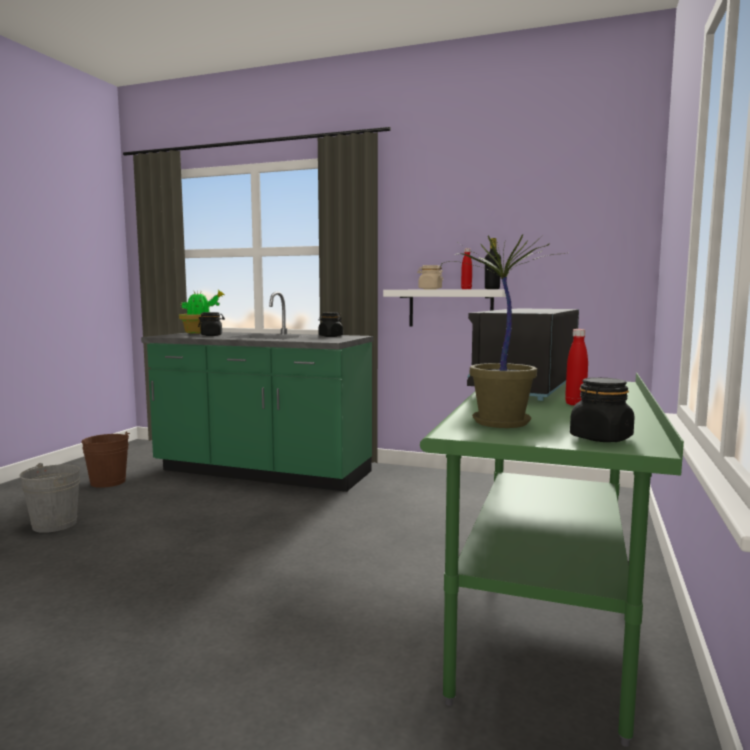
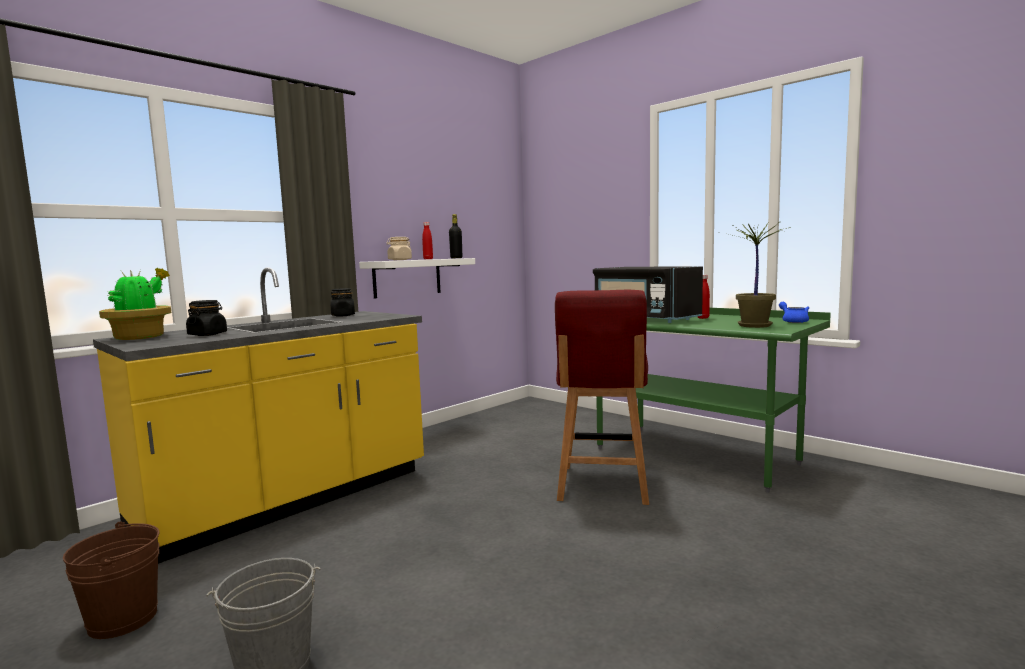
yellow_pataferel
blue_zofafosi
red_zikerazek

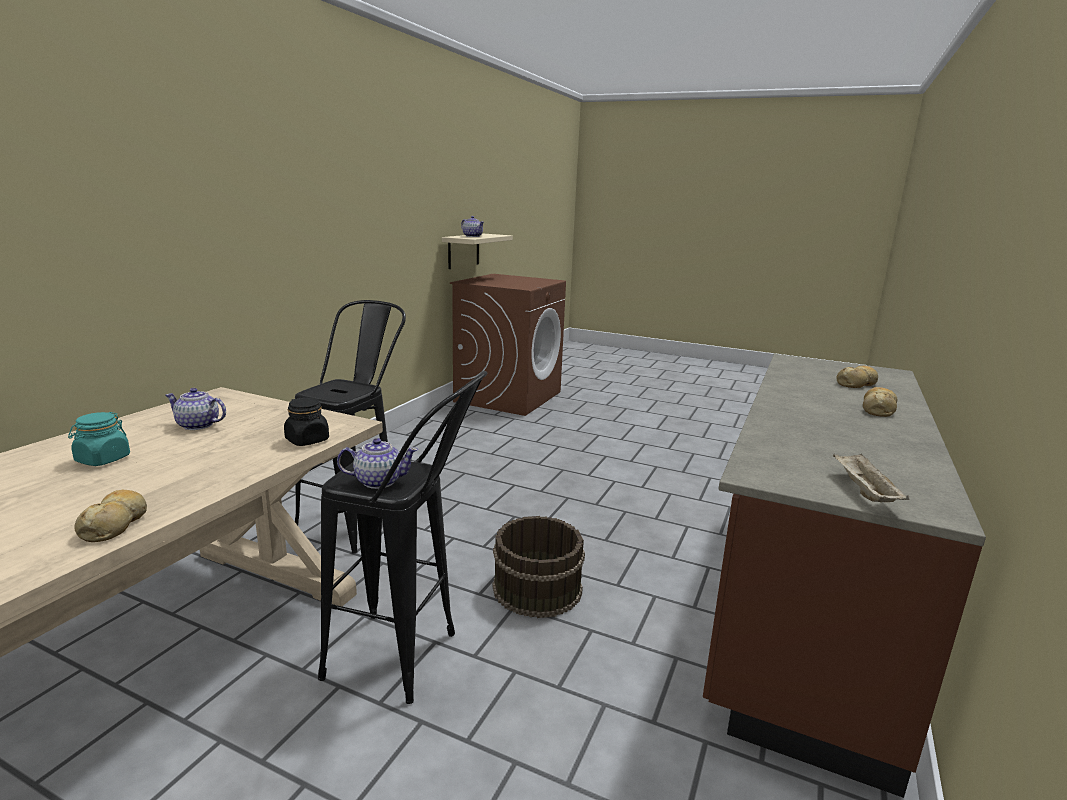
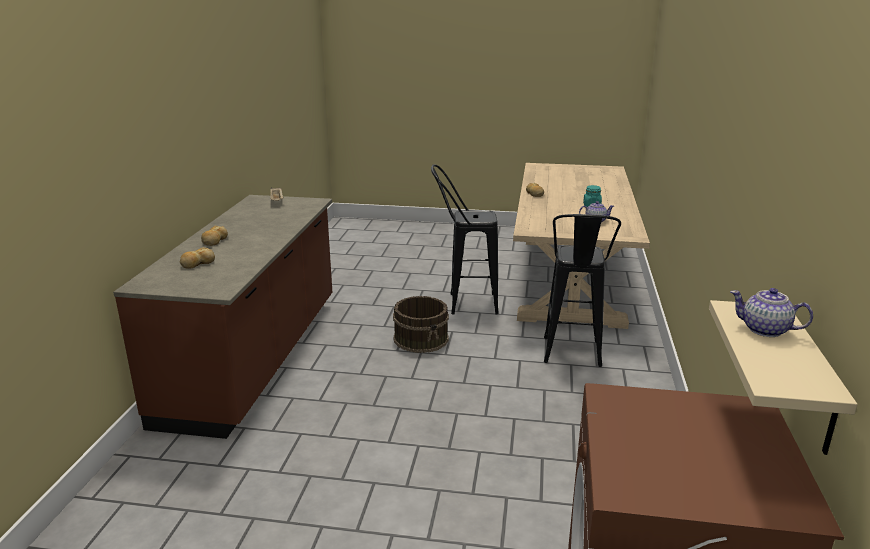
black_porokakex
zofafosi (no. 2 from left in the first image)

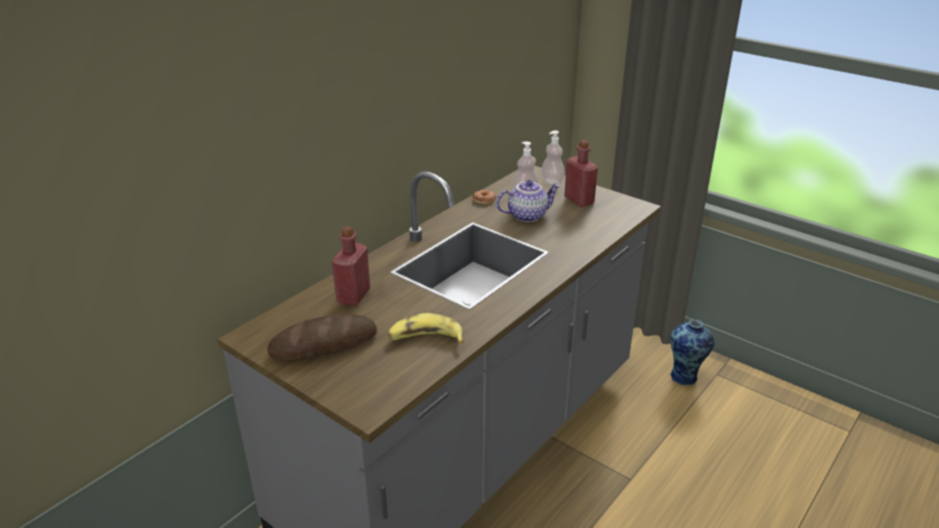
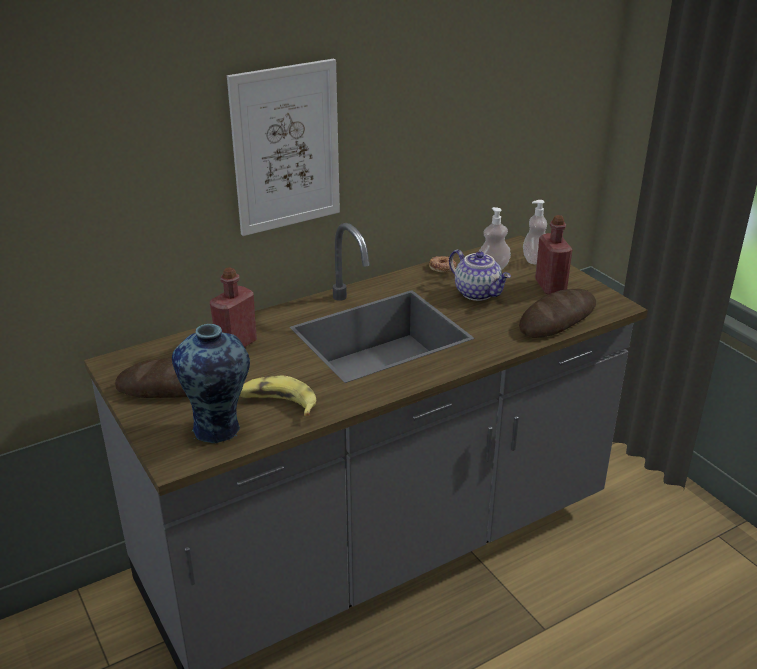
zofafosi
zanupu
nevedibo
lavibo (no. 2 from left)

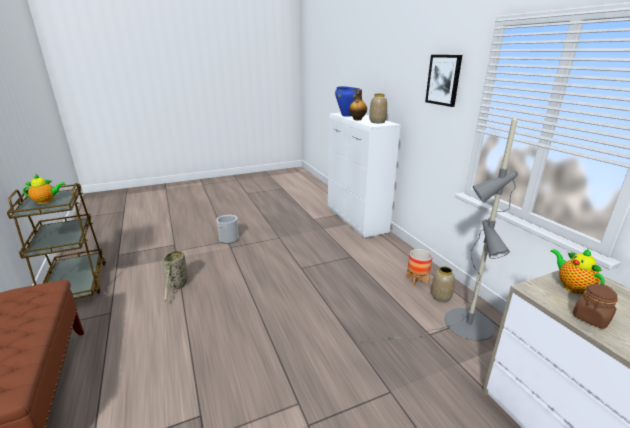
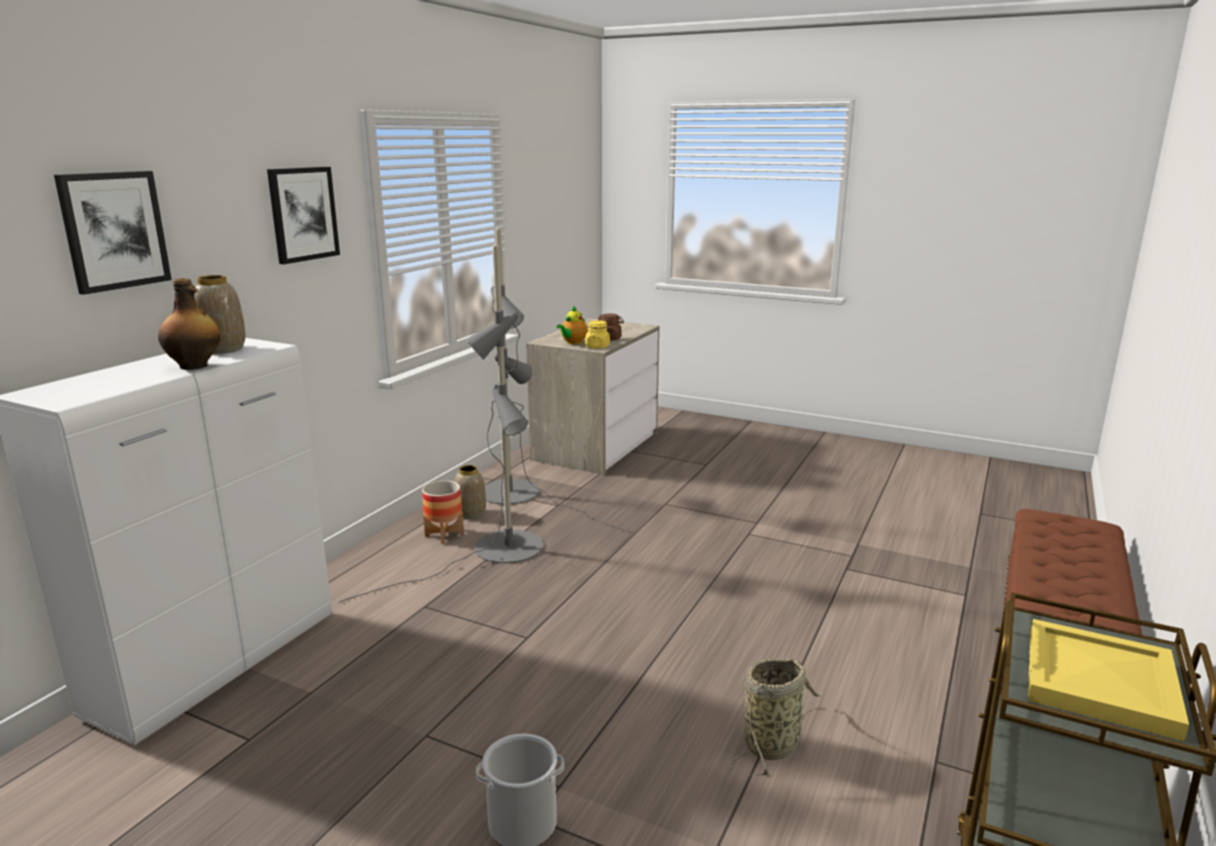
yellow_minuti
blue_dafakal
nevedibo (no. 1 from left)
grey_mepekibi (no. 1 from left)
yellow_porokakex

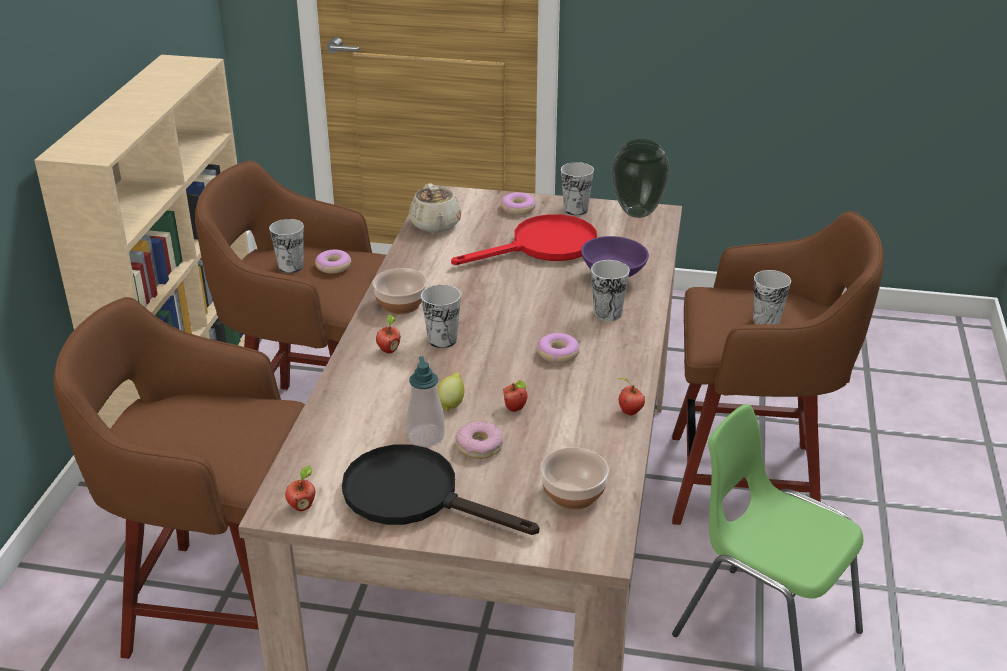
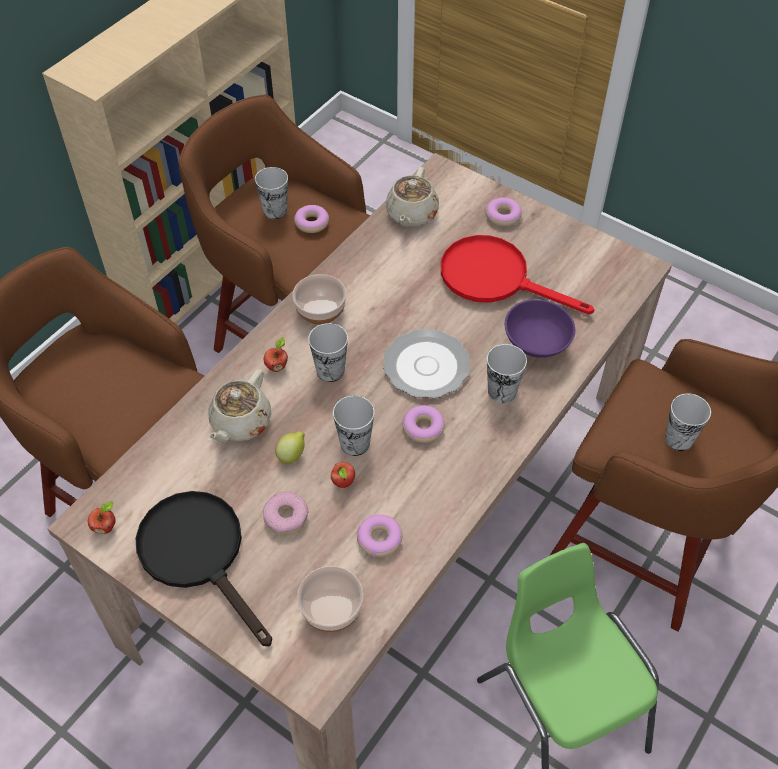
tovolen
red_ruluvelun
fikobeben (no. 3 from left)
zanupu
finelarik (no. 4 from left in the first image)
beige_zofafosi (no. 1 from left)
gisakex (no. 3 from left)
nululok

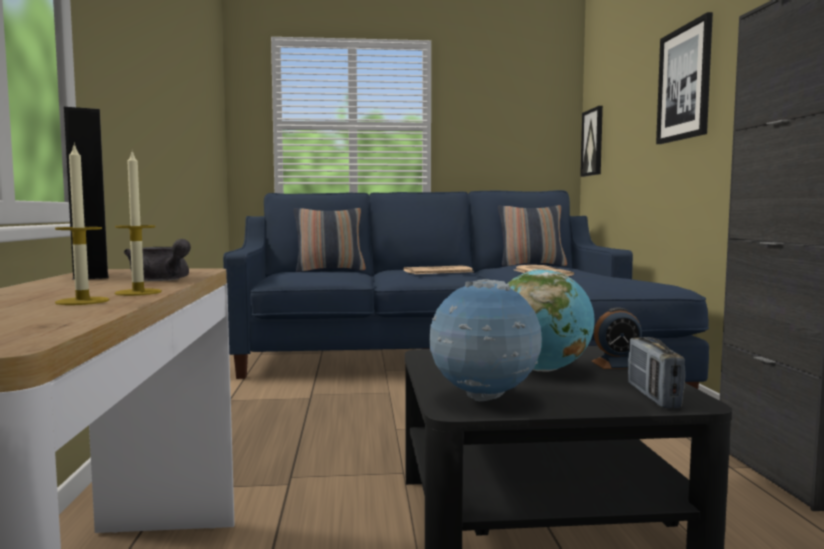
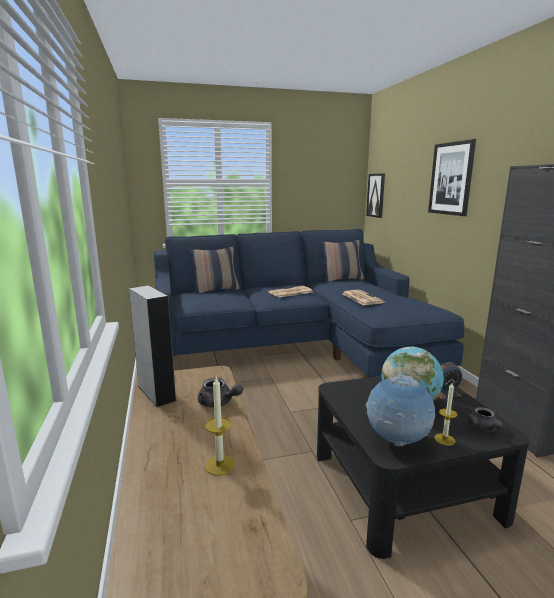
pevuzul (no. 2 from left)
grey_zofafosi (no. 2 from left)

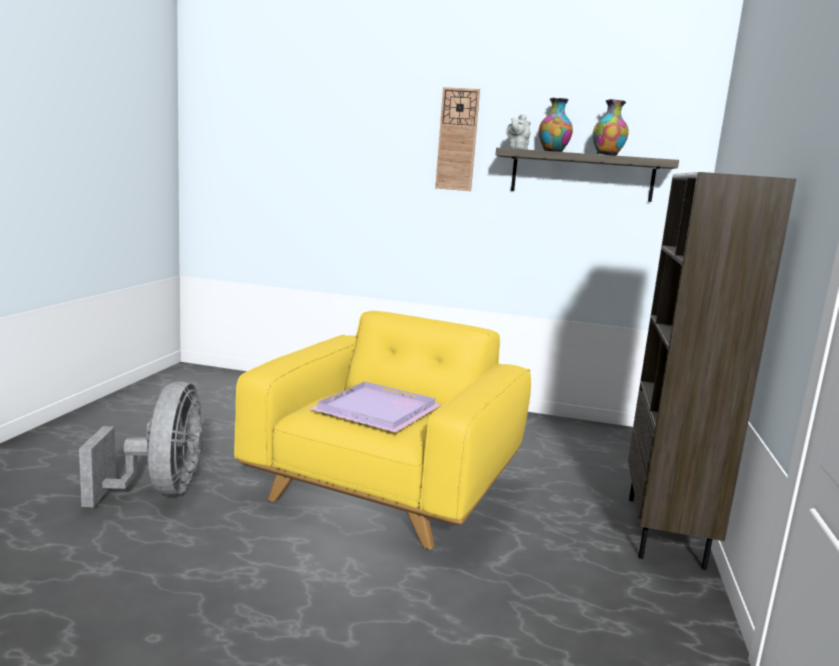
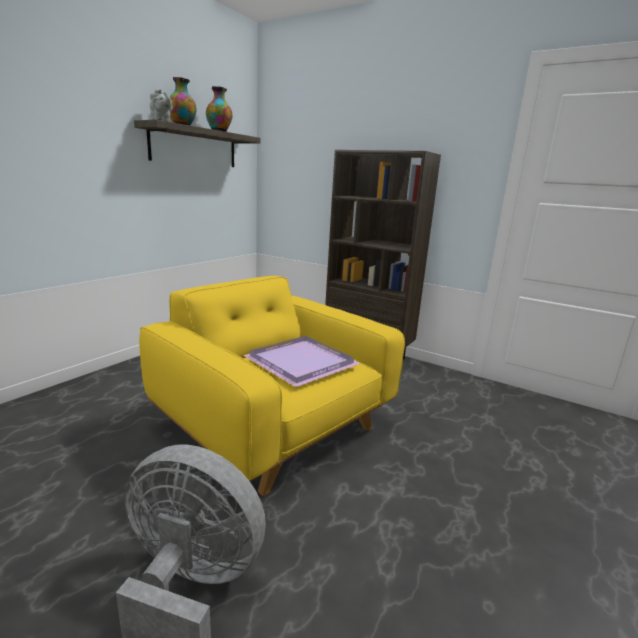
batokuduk

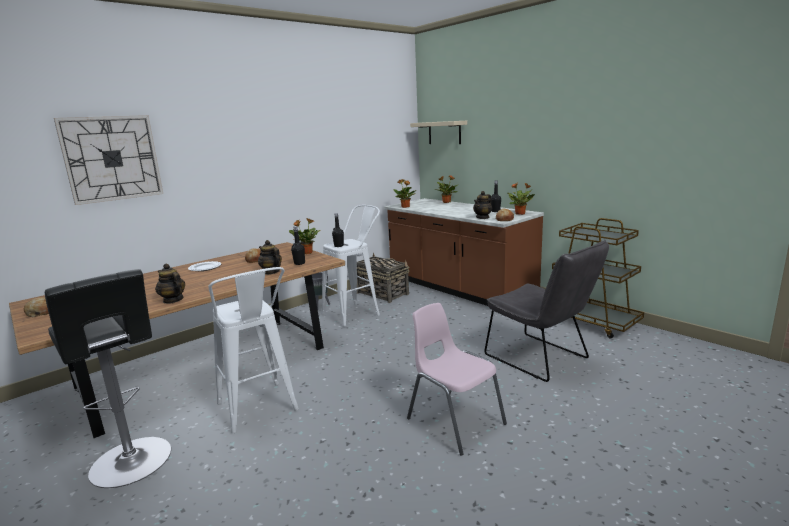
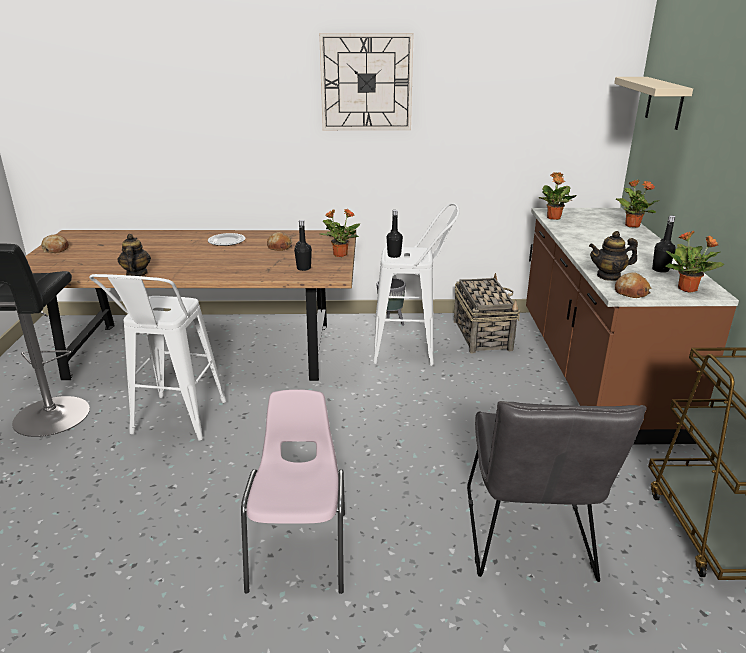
batokuduk
zofafosi (no. 2 from left in the first image)

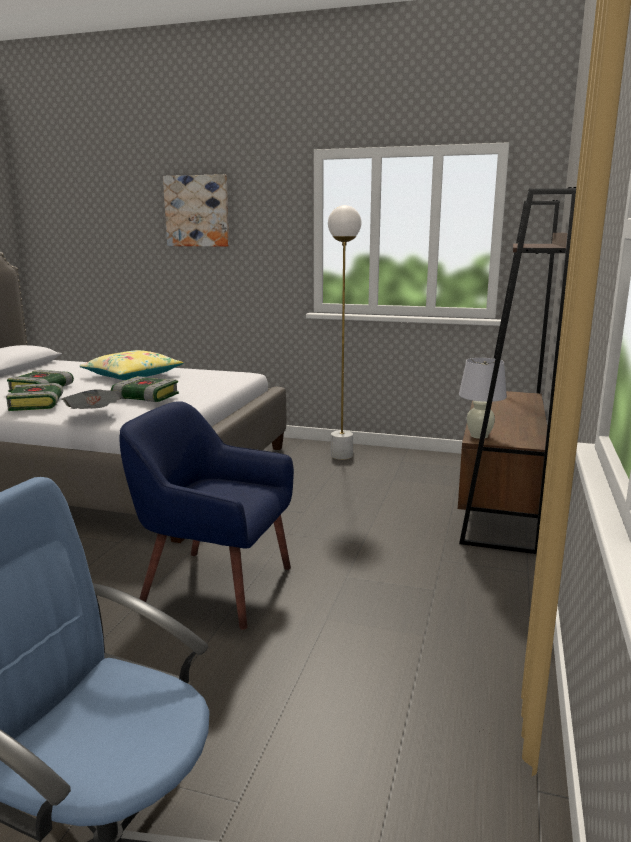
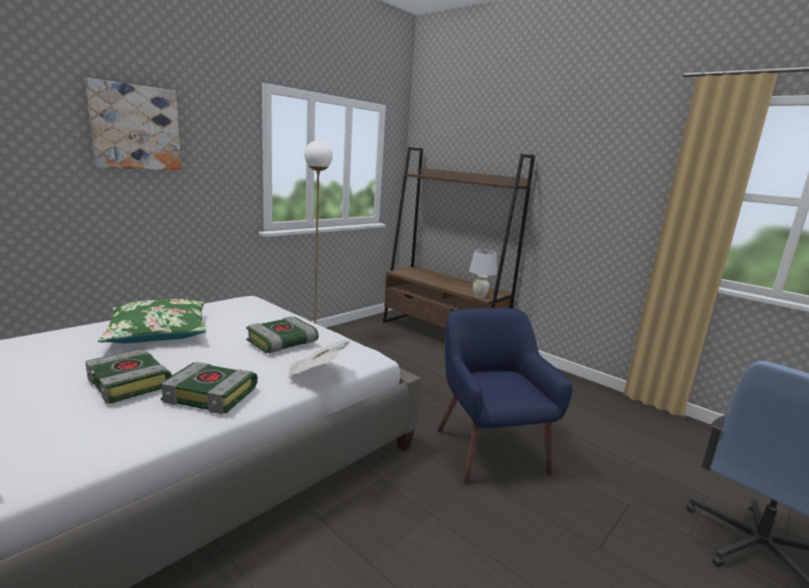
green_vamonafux
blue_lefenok

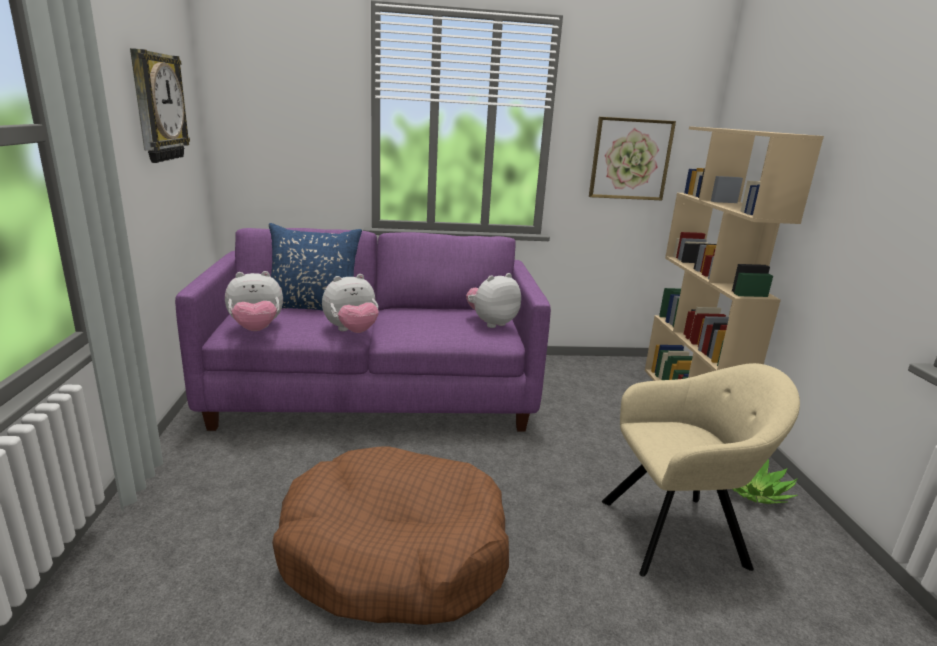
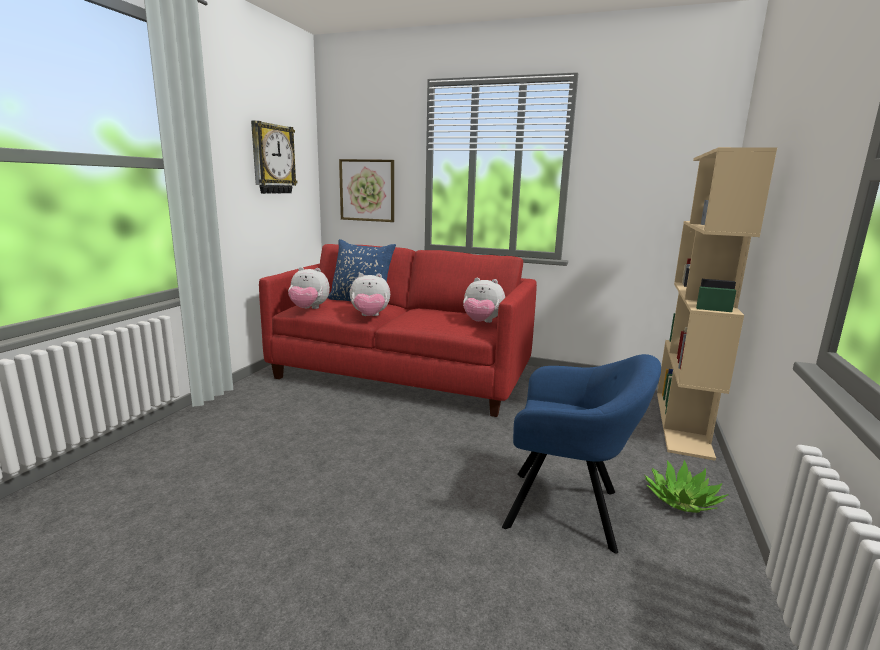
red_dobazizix
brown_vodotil
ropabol (no. 3 from left)
nevedibo
blue_lefenok

